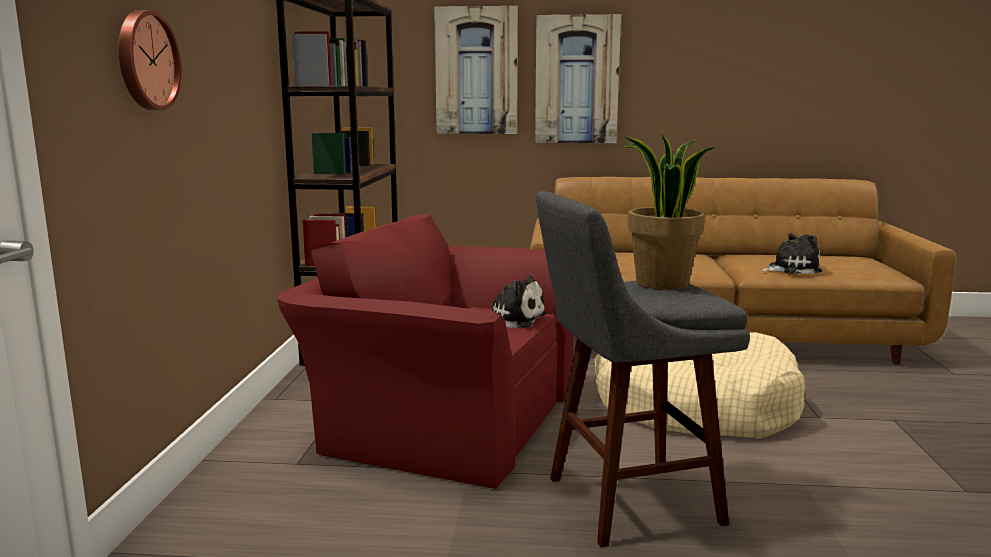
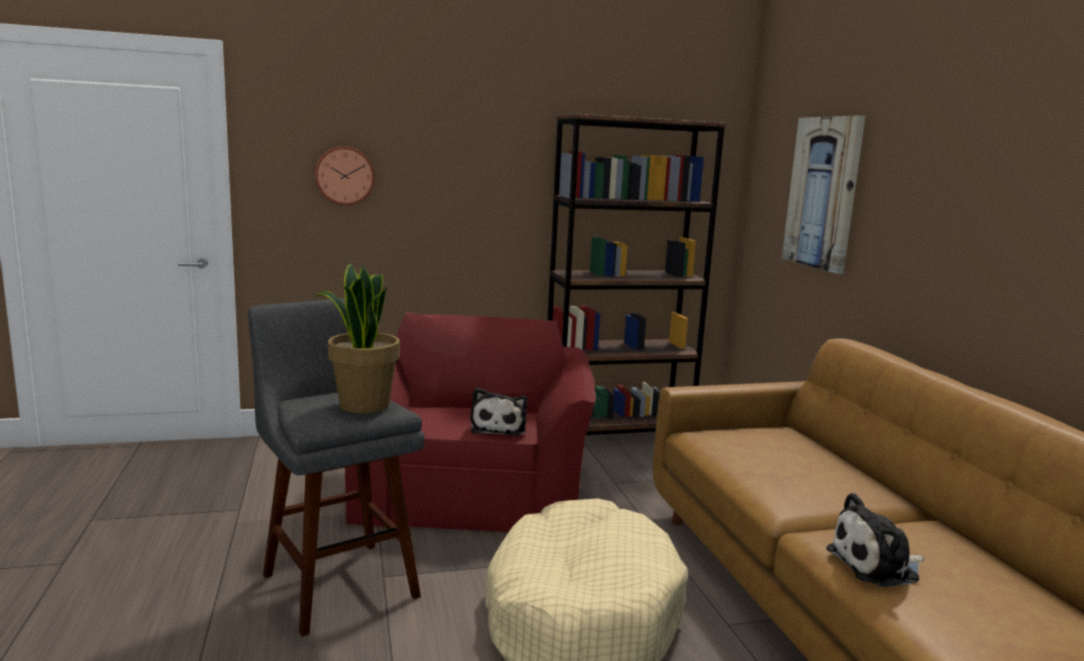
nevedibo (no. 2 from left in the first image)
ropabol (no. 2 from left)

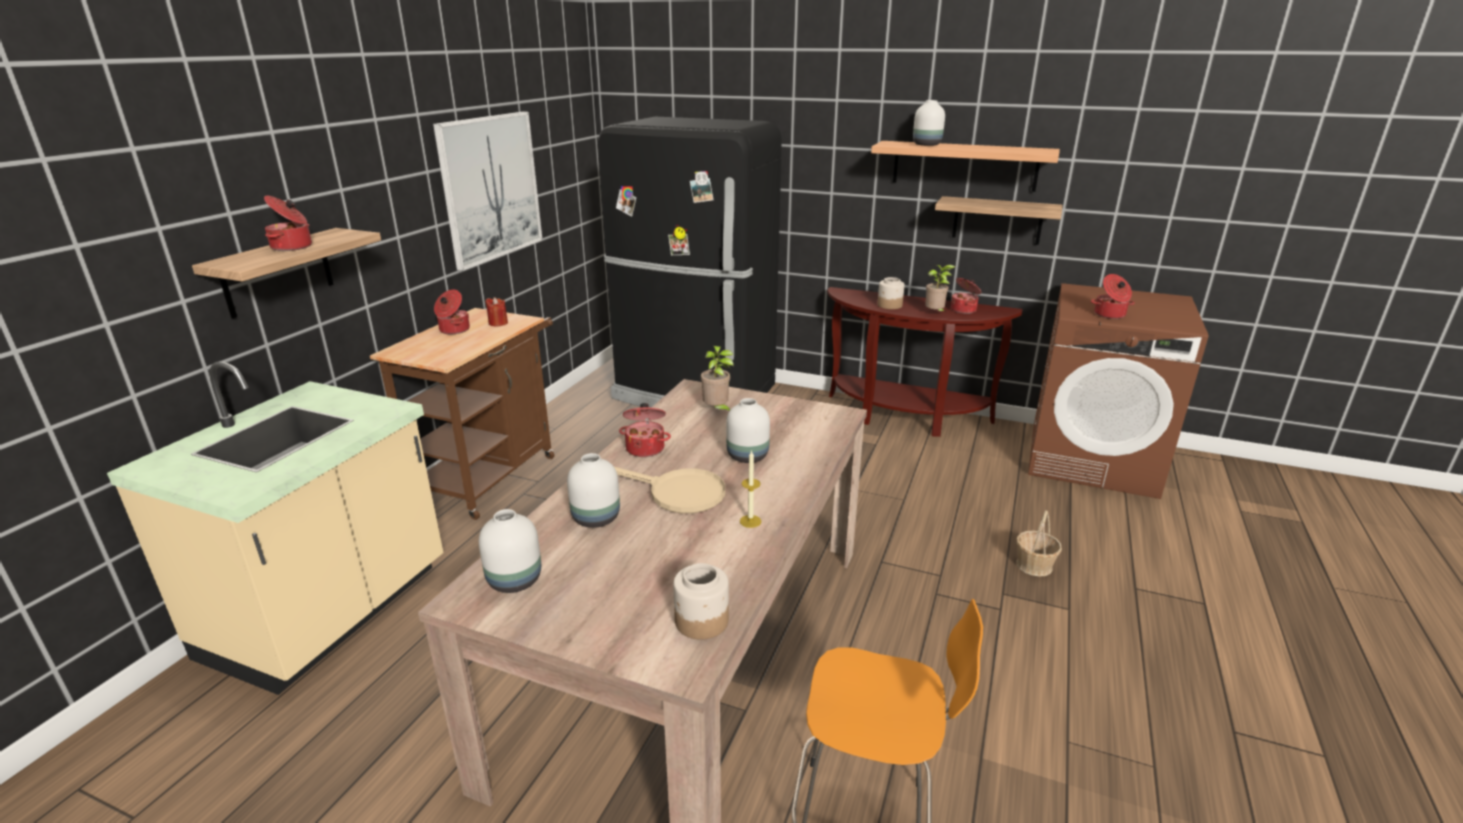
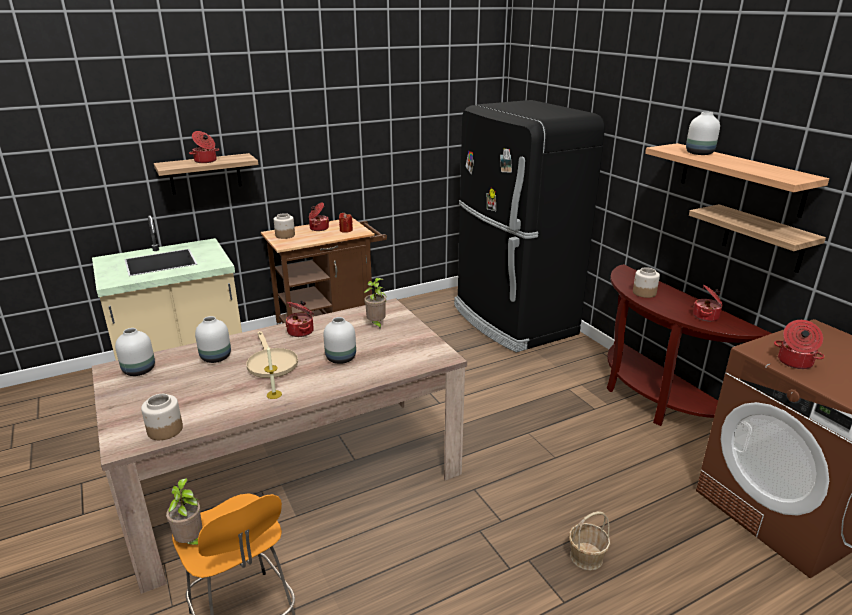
nevedibo
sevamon (no. 1 from left)
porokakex (no. 2 from left)

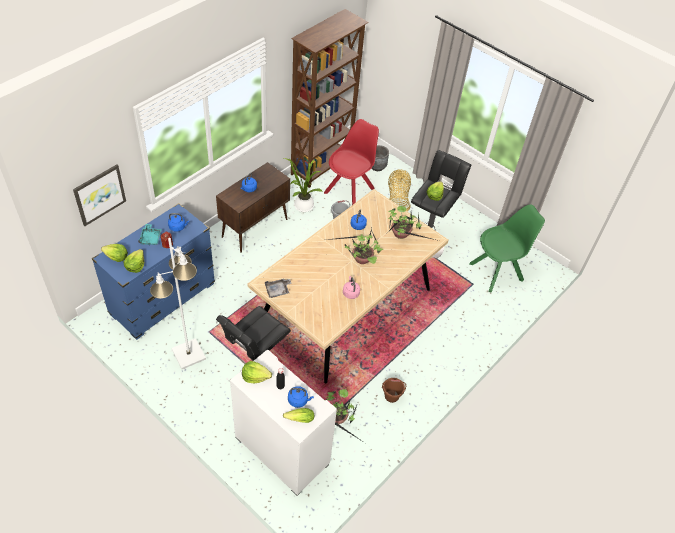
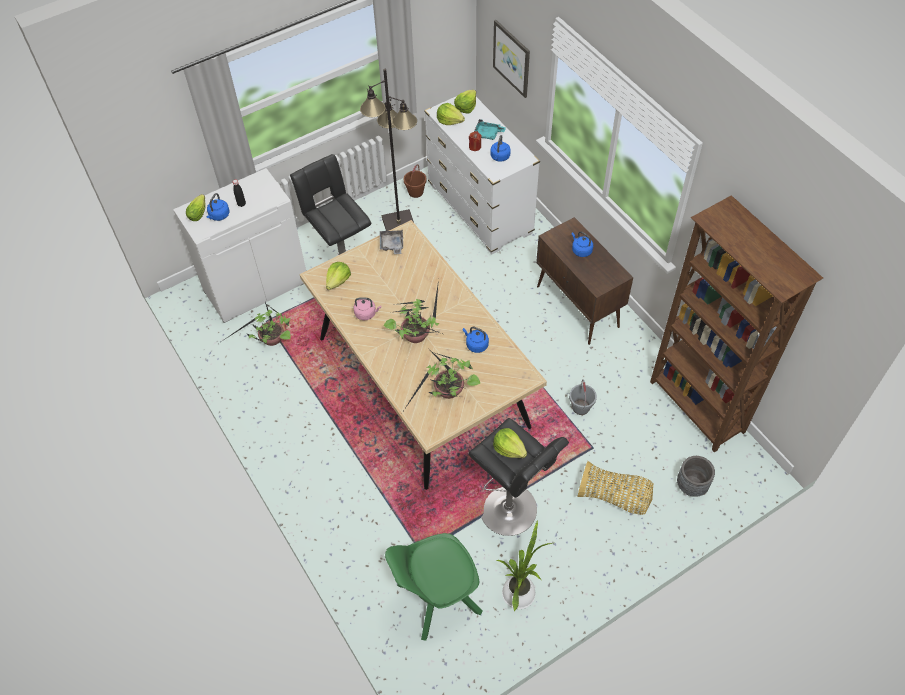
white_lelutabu
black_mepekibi
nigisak (no. 2 from left)
sevamon (no. 4 from left)
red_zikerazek
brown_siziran
green_zikerazek

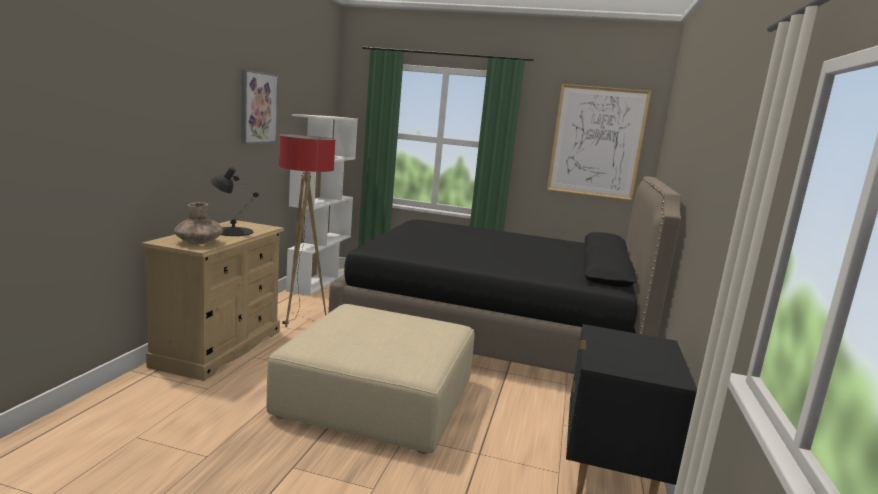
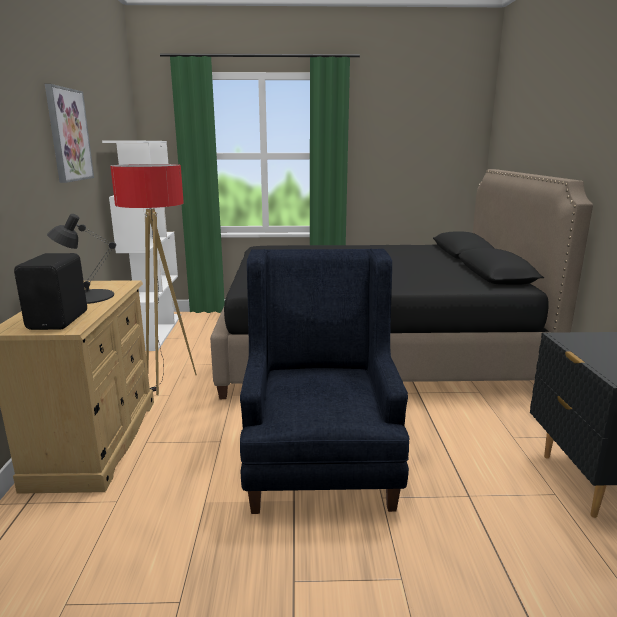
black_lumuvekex
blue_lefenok
nevedibo (no. 2 from left in the first image)

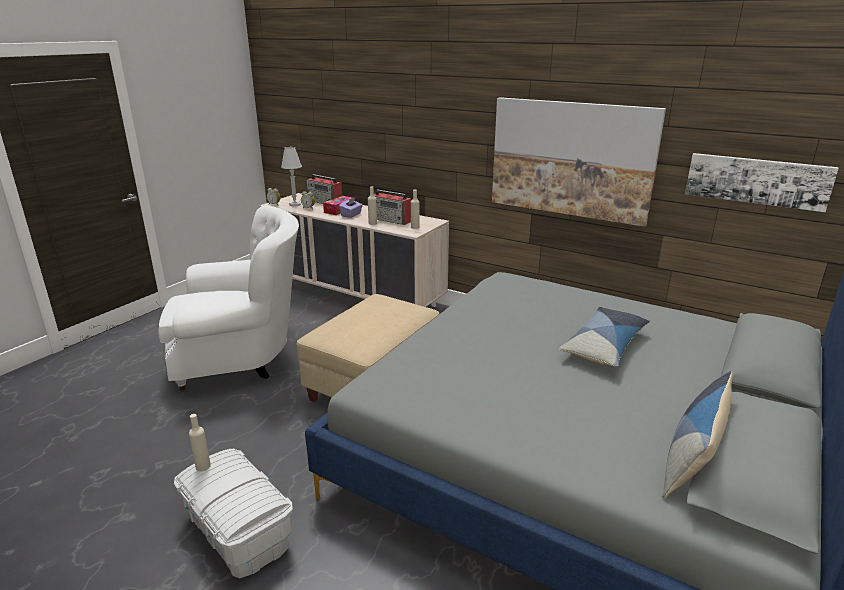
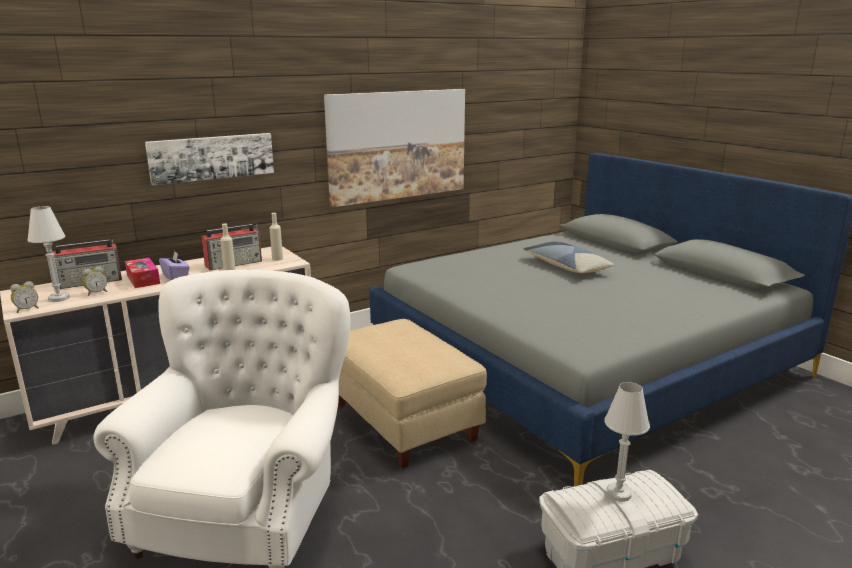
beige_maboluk (no. 1 from left in the first image)
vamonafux (no. 2 from left in the first image)
nevedibo (no. 1 from left)
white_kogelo (no. 2 from left)

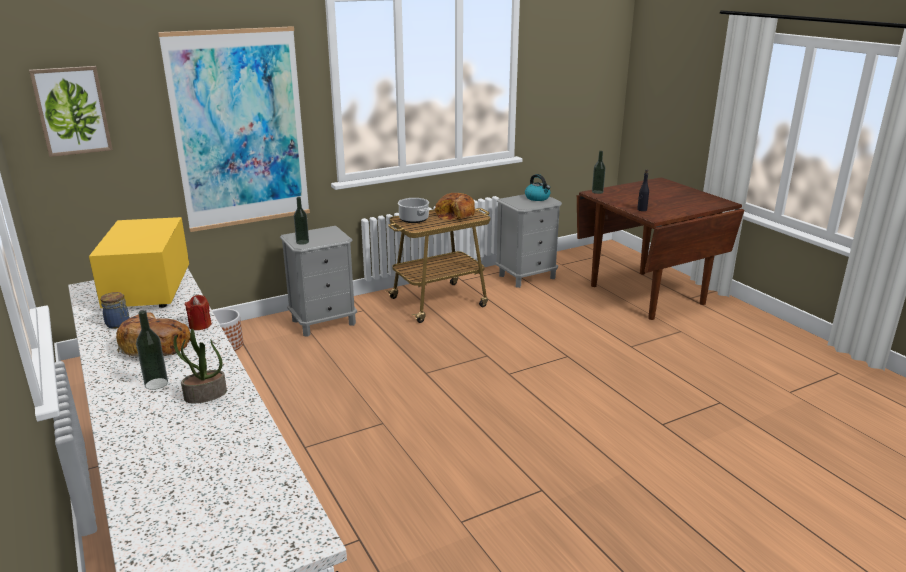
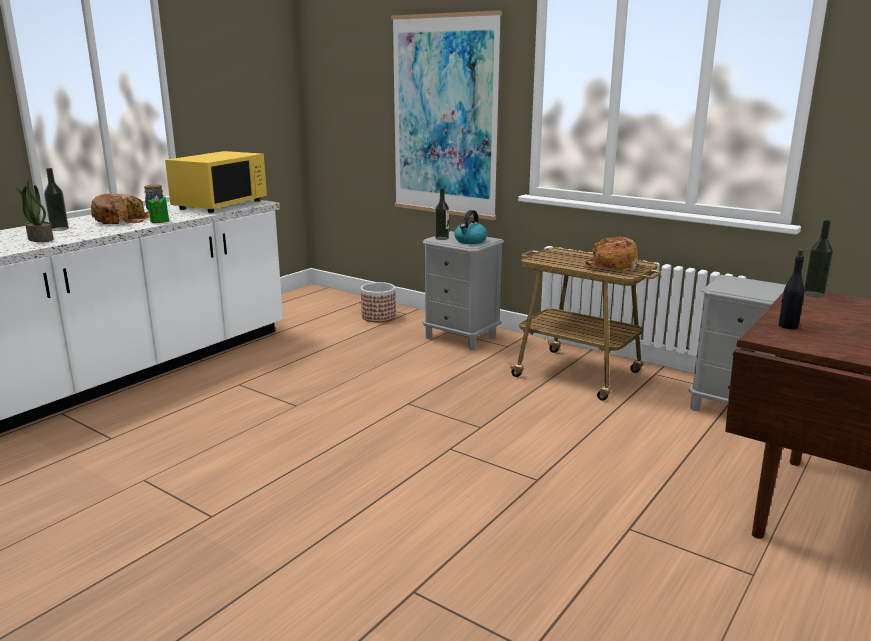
nevedibo (no. 1 from left in the first image)
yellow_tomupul
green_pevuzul
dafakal
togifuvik

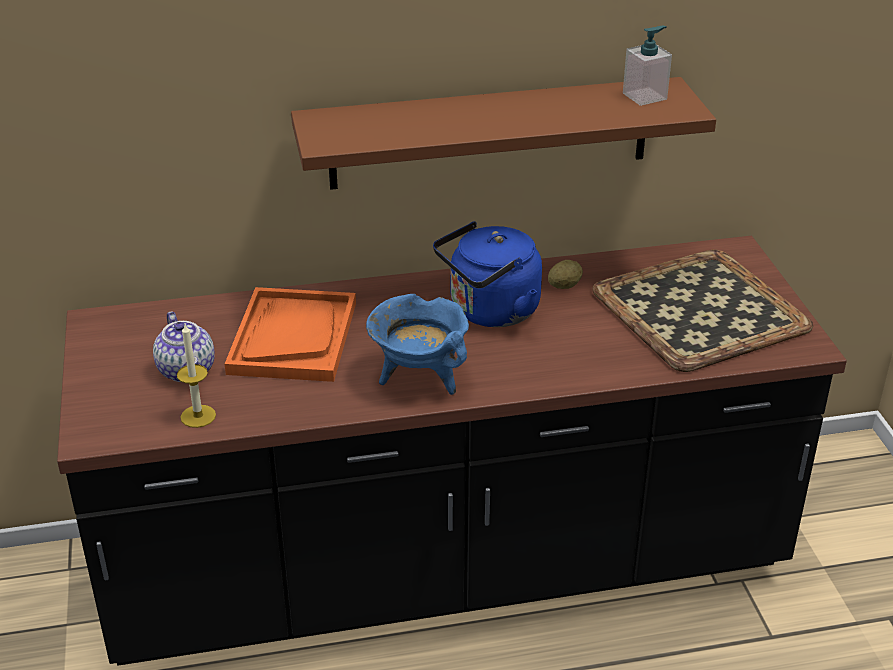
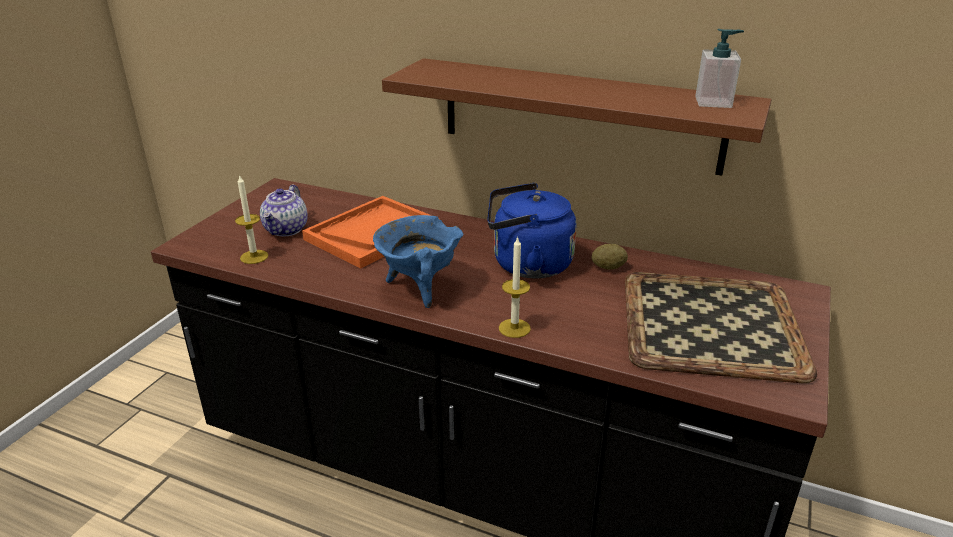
pevuzul (no. 2 from left)

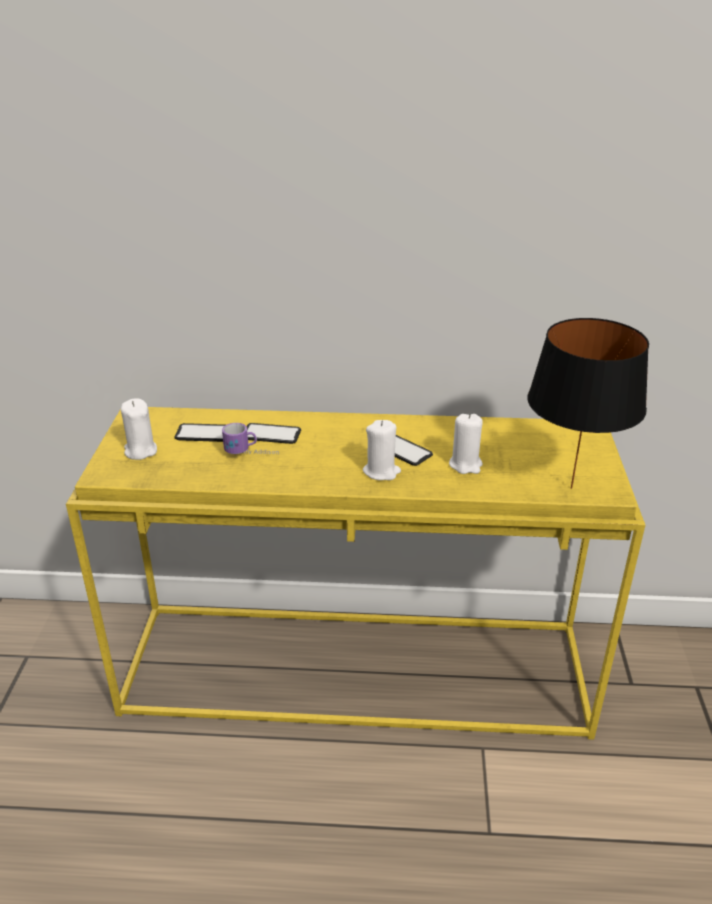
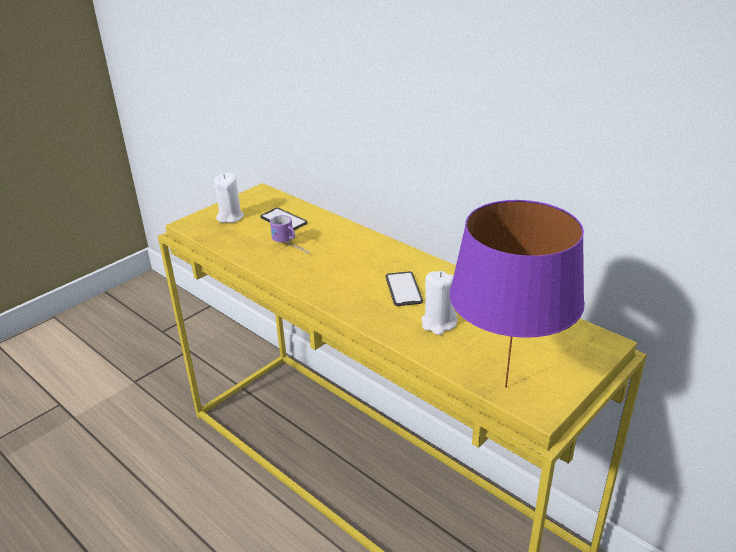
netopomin (no. 2 from left in the first image)
white_pevuzul (no. 2 from left in the first image)
purple_kogelo

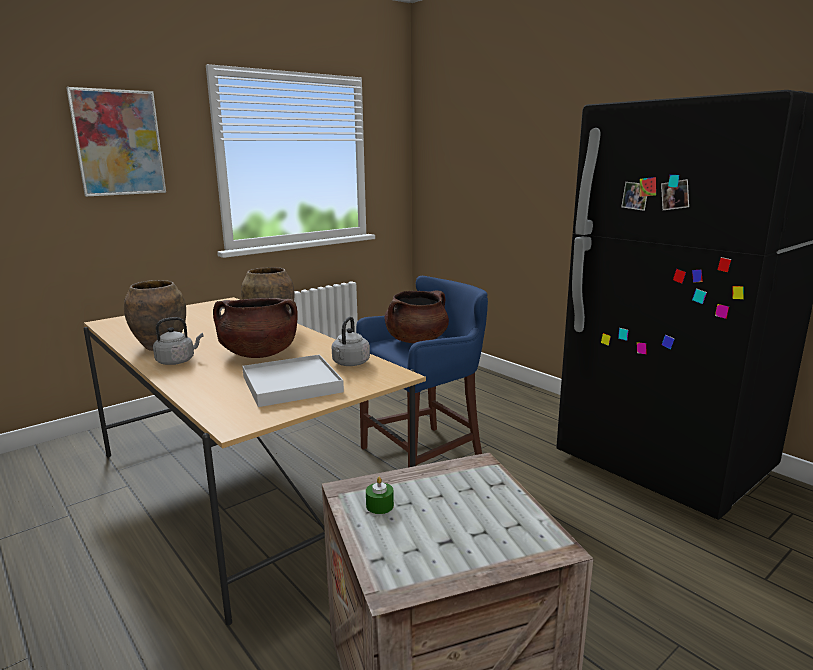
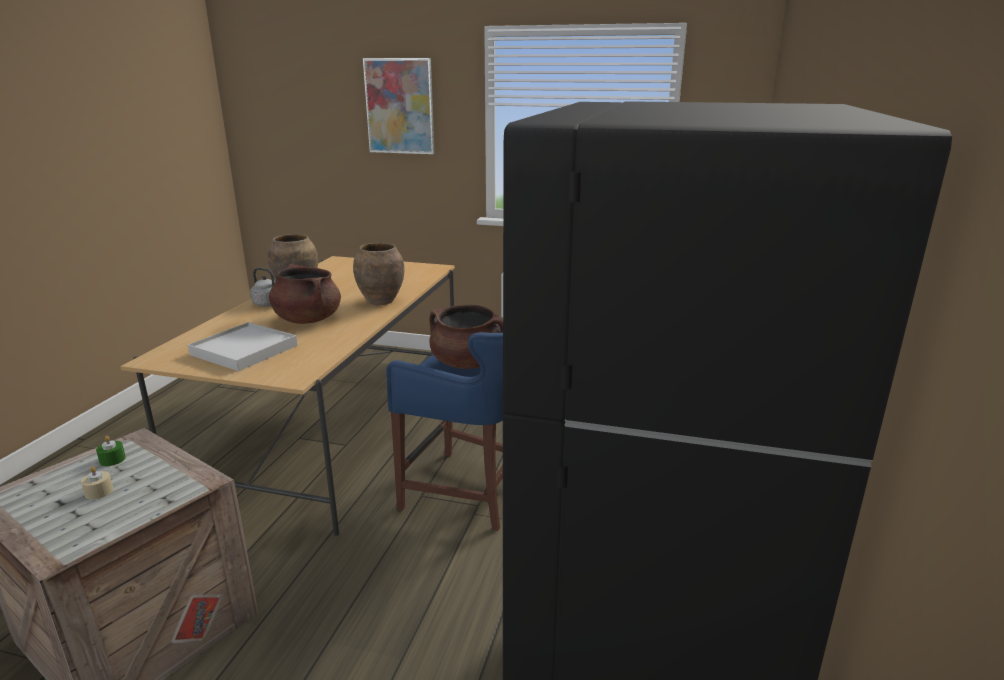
grey_togifuvik (no. 2 from left in the first image)
beige_pevuzul

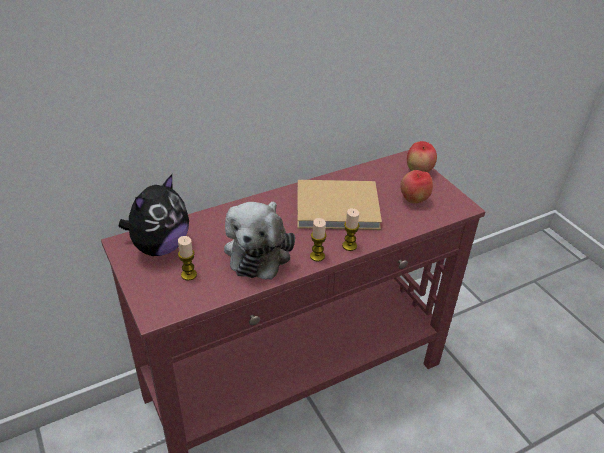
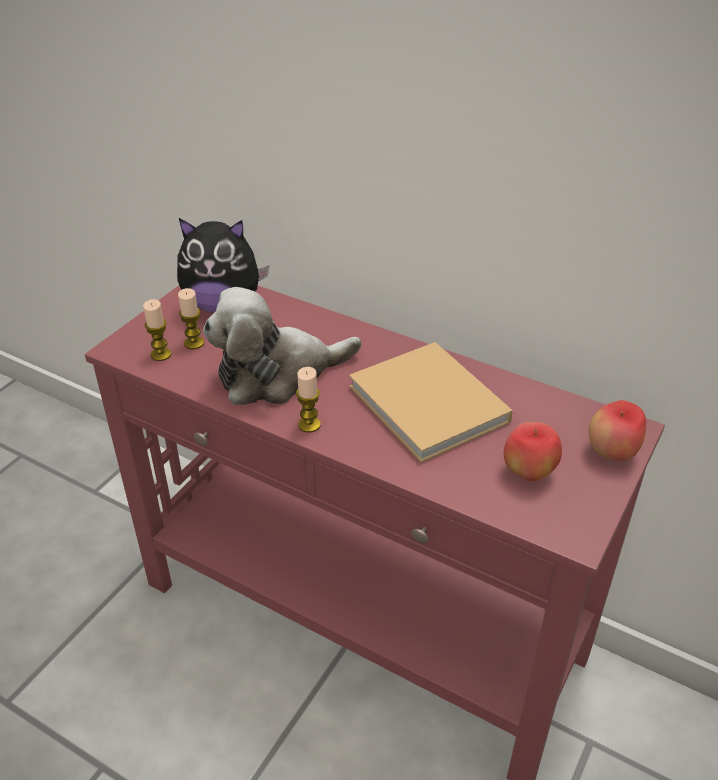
pevuzul (no. 1 from left)

